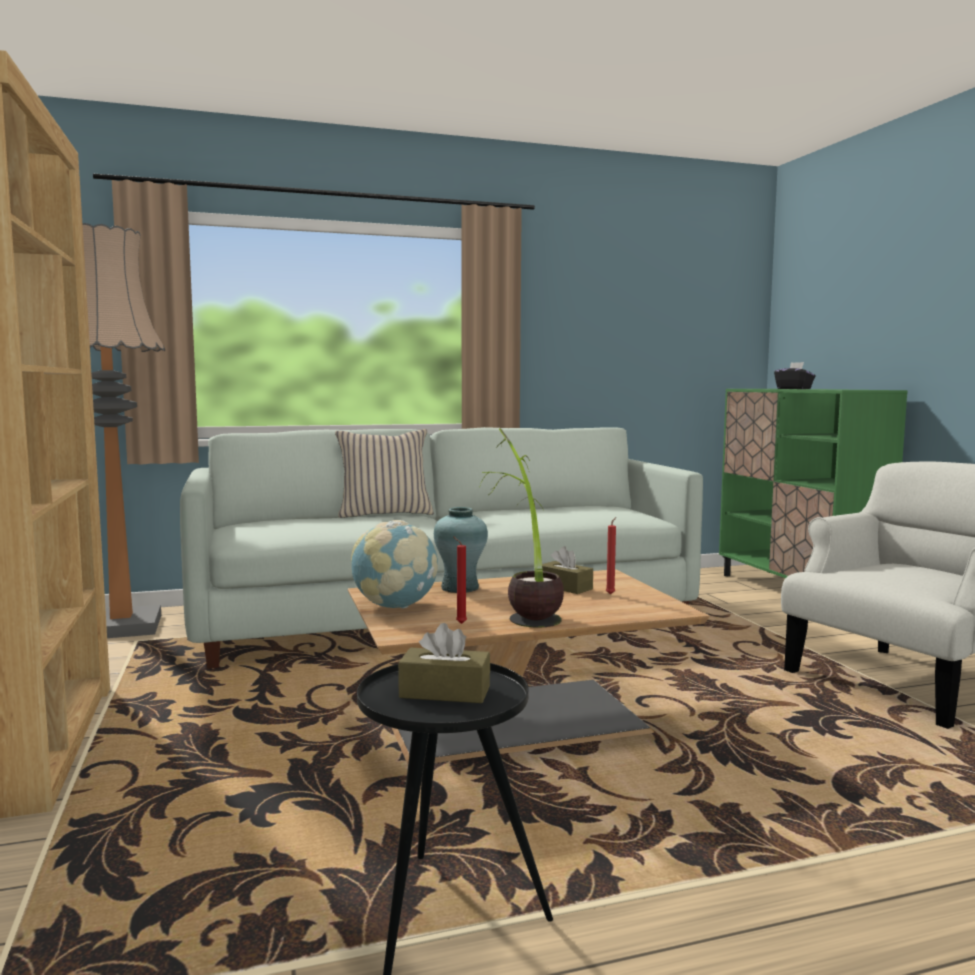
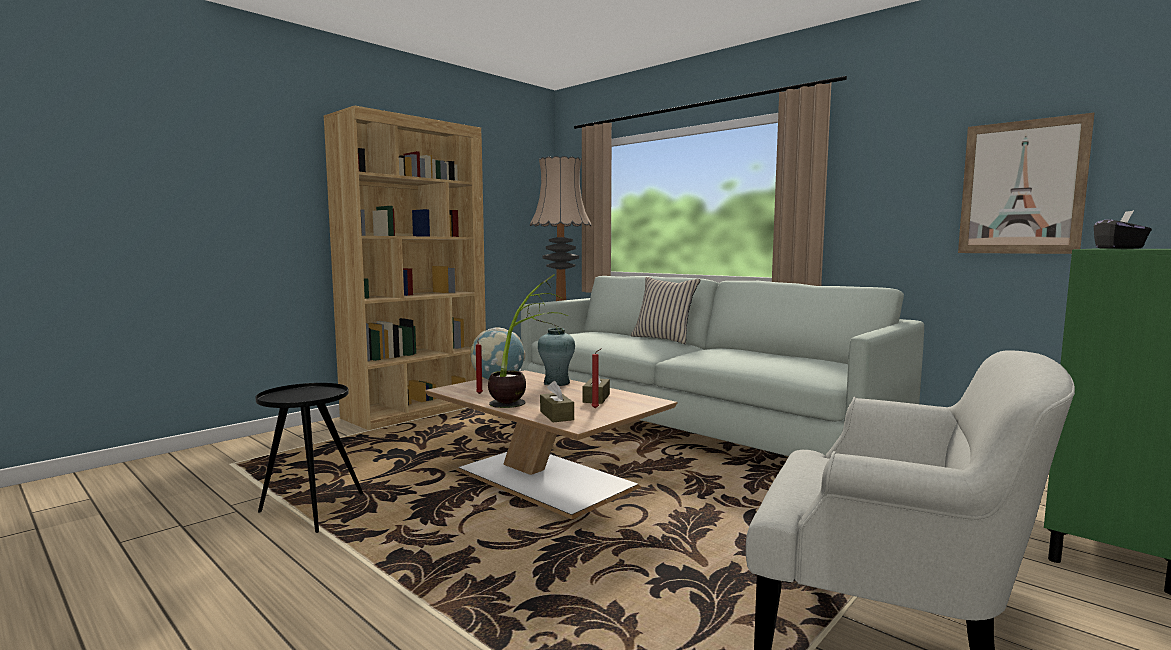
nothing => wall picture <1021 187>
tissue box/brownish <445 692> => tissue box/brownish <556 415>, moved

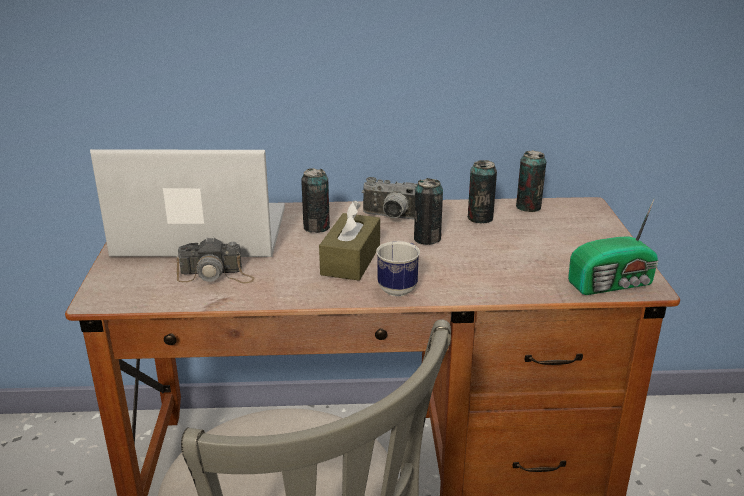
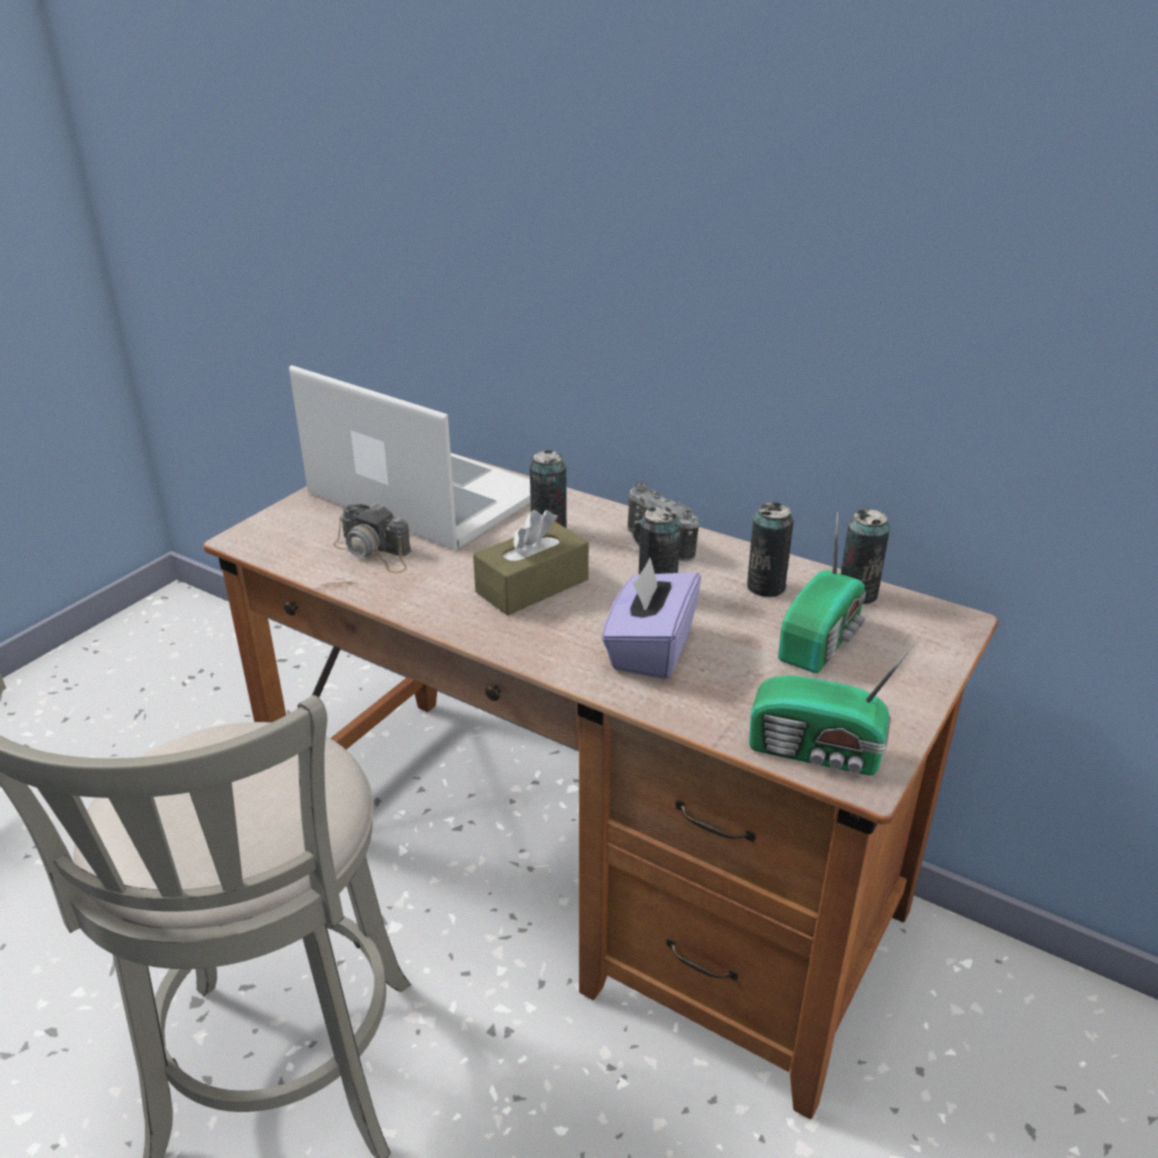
mug <400 287> => nothing
nothing => tissue box/purplish <650 649>
nothing => radio set <823 640>

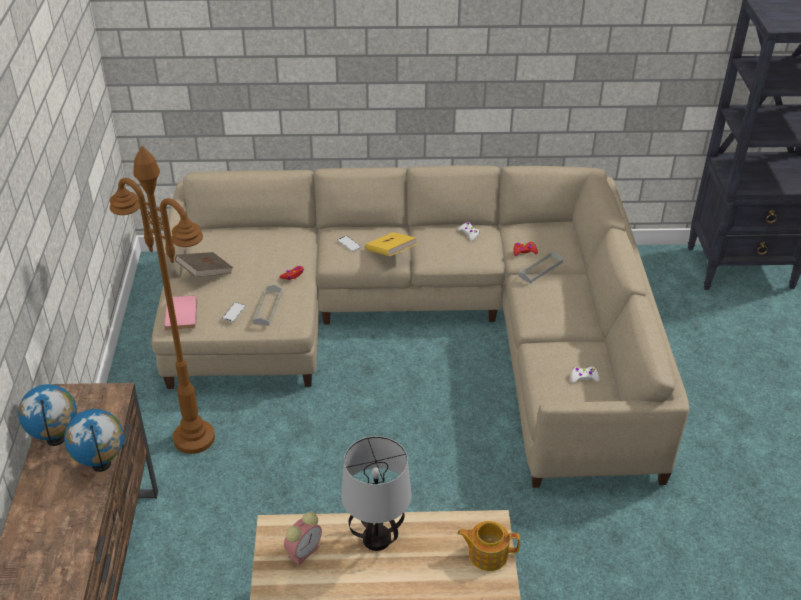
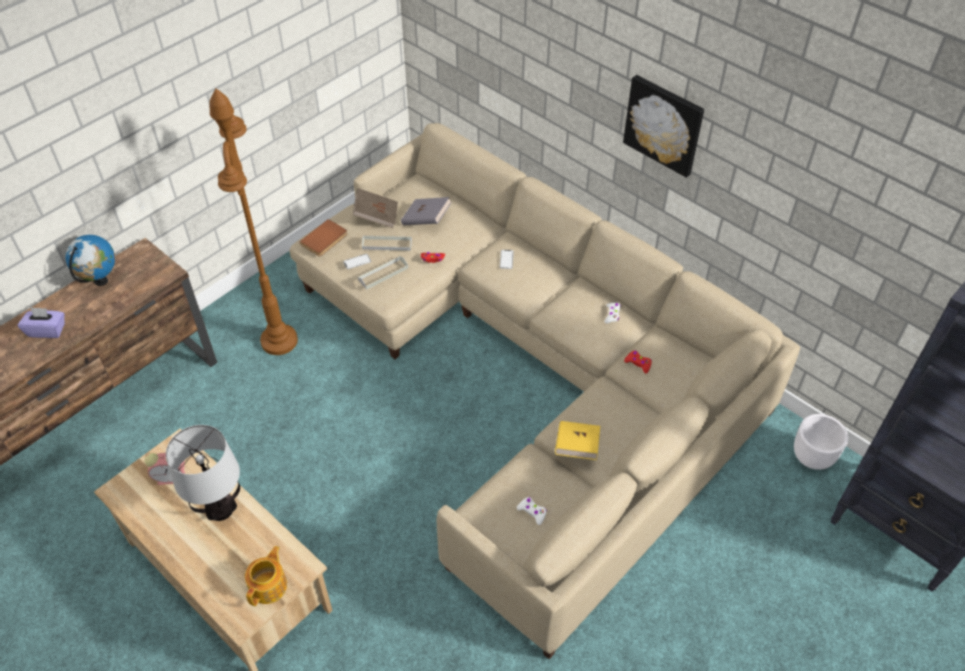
desk globe <102 465> => nothing
nothing => tissue box/purplish <47 330>
nothing => bound book/greyish <426 220>
nothing => wall picture <664 124>
nothing => flower pot/white-coloured <812 458>
bound book/yellow-coloured <390 253> => bound book/yellow-coloured <576 447>, moved
tray/greyish <540 269> => tray/greyish <387 244>, moved
bound book/pinkish <183 314> => bound book/brownish <325 240>
pot for tea <487 554> => pot for tea <269 586>, 60 degrees clockwise

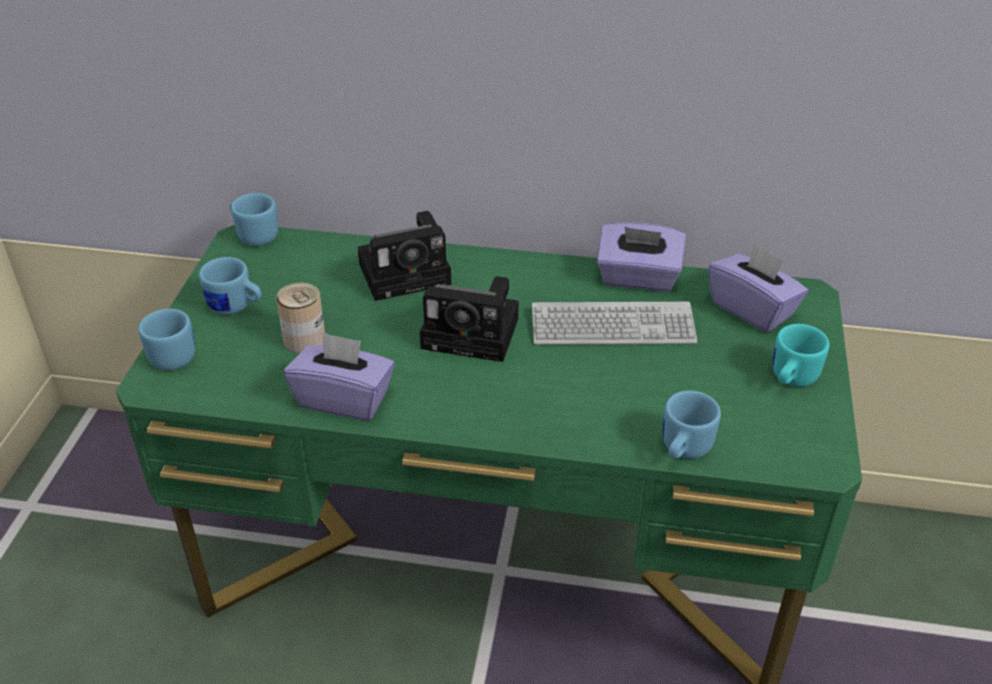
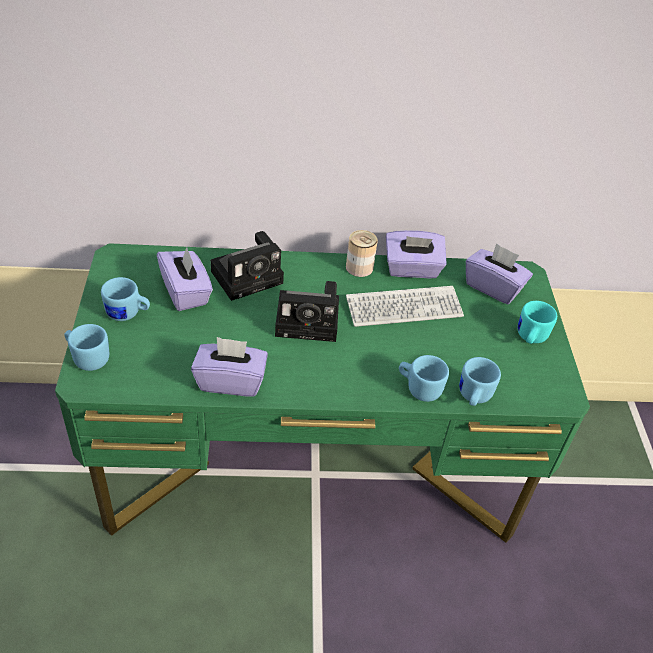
nothing => tissue box/purplish <186 292>
mug/blue <254 235> => mug/blue <419 388>, moved
can <304 339> => can <359 267>, moved

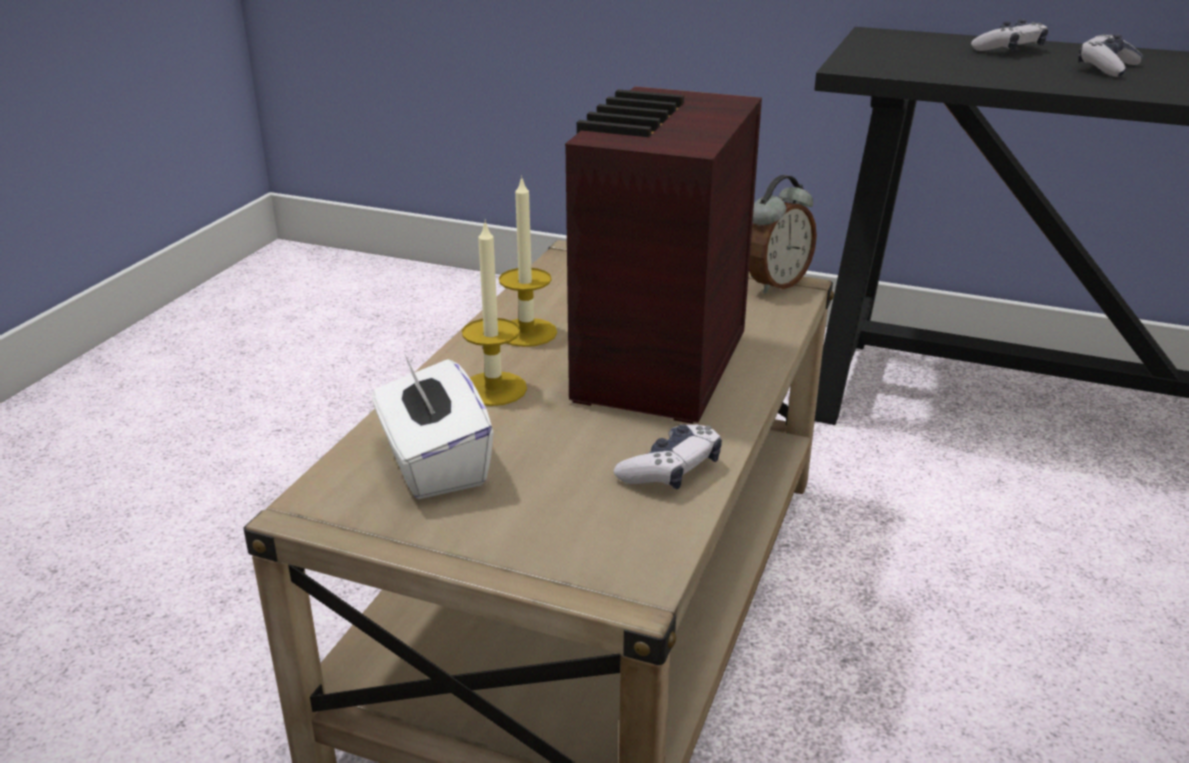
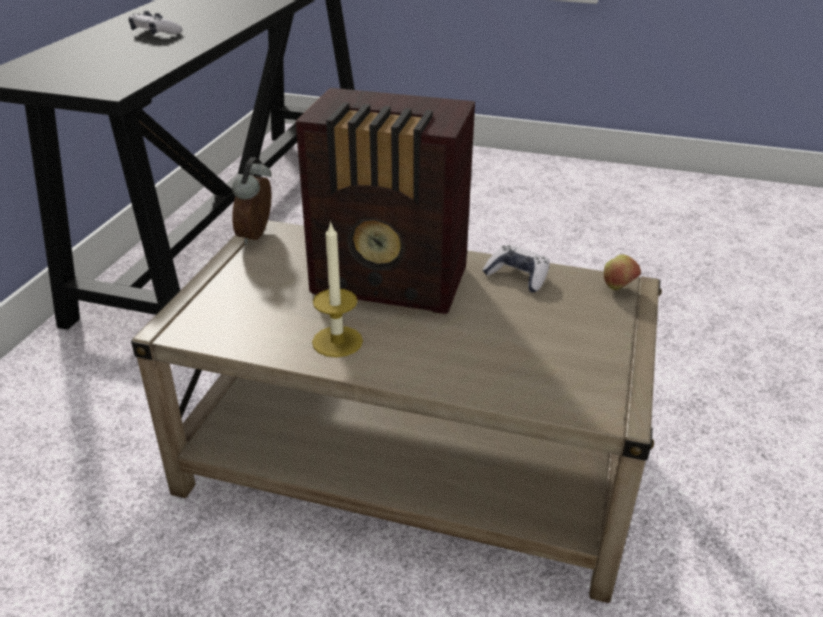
tissue box/white-coloured <433 464> => nothing
candle <493 389> => nothing
gamepad <1009 50> => nothing
nothing => whole apple <618 288>
alarm clock <775 283> => alarm clock <258 235>, 120 degrees counterclockwise

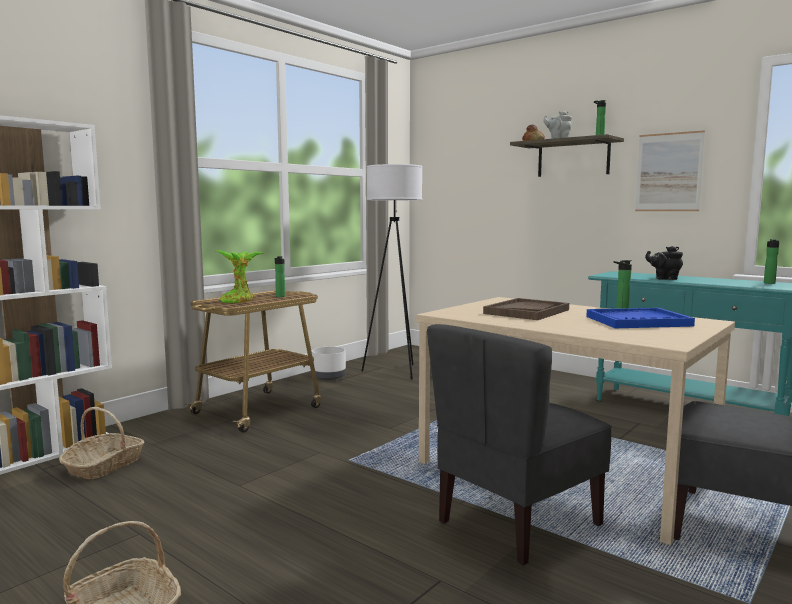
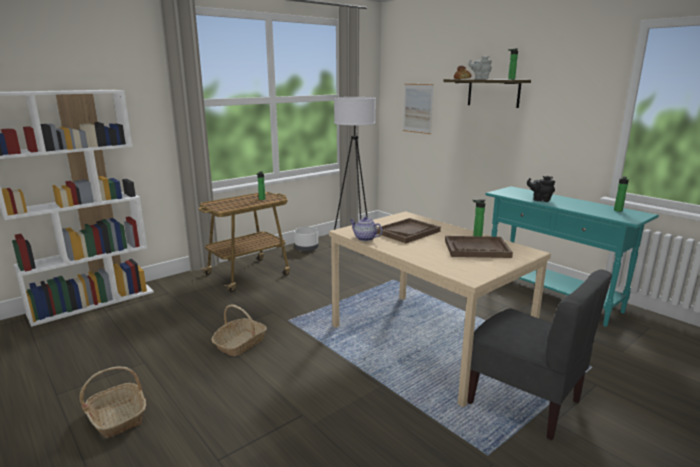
houseplant <238 300> => nothing
chair/greyish <517 523> => nothing
nothing => pot for tea <364 238>
storage basket <104 465> => storage basket <240 343>, moved
wall picture <668 172> => wall picture <417 108>, moved
tray/blue <637 321> => tray/brownish <476 249>

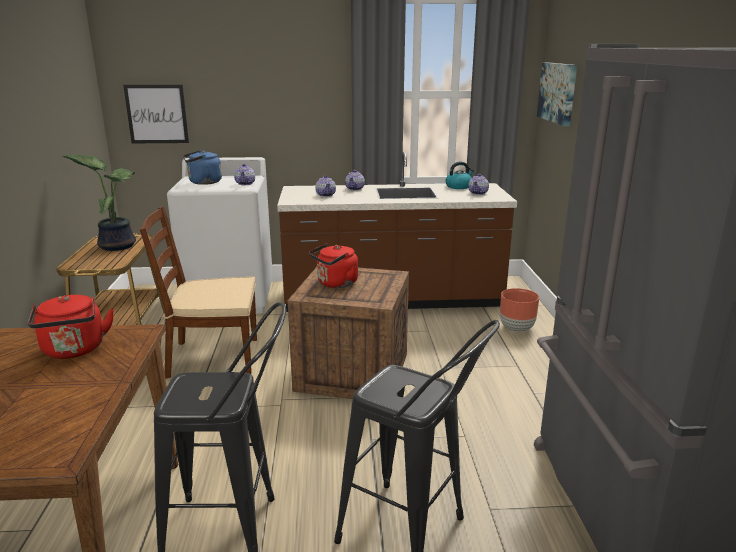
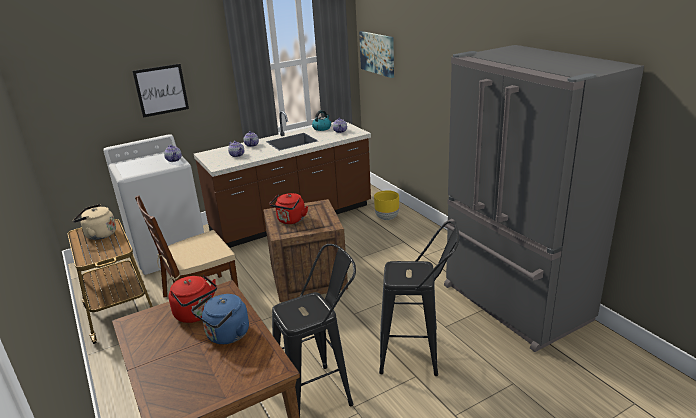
wall picture <157 114> => wall picture <161 90>, moved
water kettle/blue <203 182> => water kettle/blue <226 336>, moved
houseplant <116 245> => water kettle/beige-coloured <99 235>
flower pot/brownish <517 329> => flower pot/yellow-coloured <387 218>

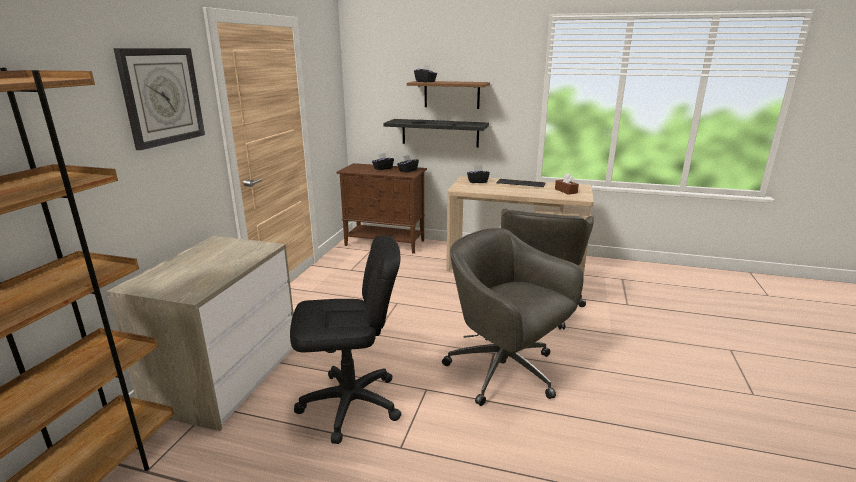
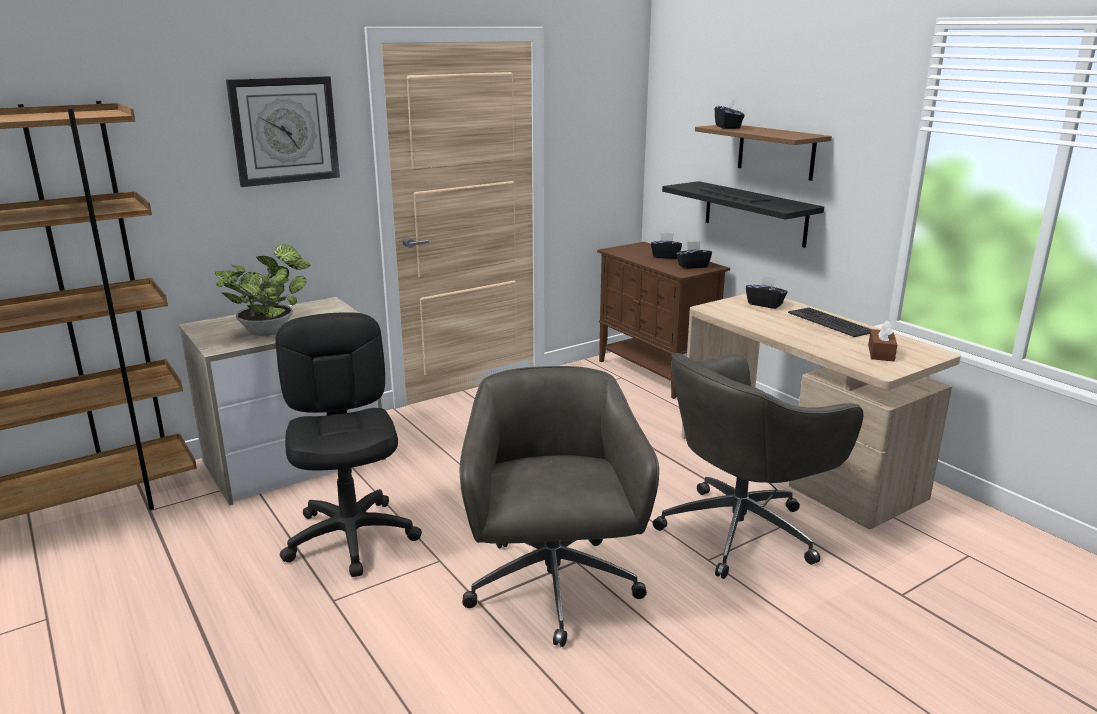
nothing => houseplant <270 331>
computer chair/black-coloured <351 404> => computer chair/black-coloured <351 537>, 135 degrees counterclockwise

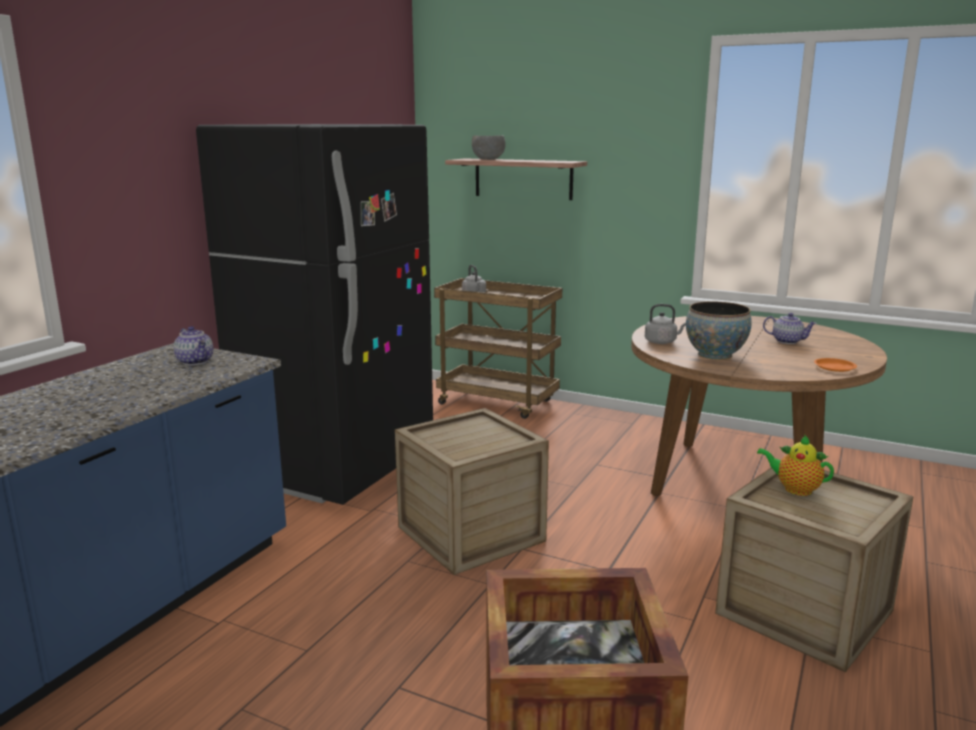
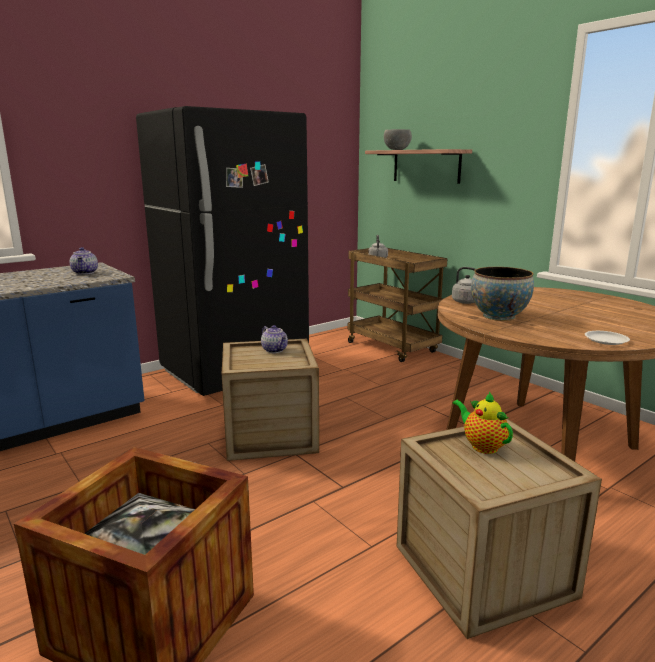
pot for tea <787 341> => pot for tea <275 350>, moved
plate/orange-coloured <834 367> => plate/white-coloured <606 340>

